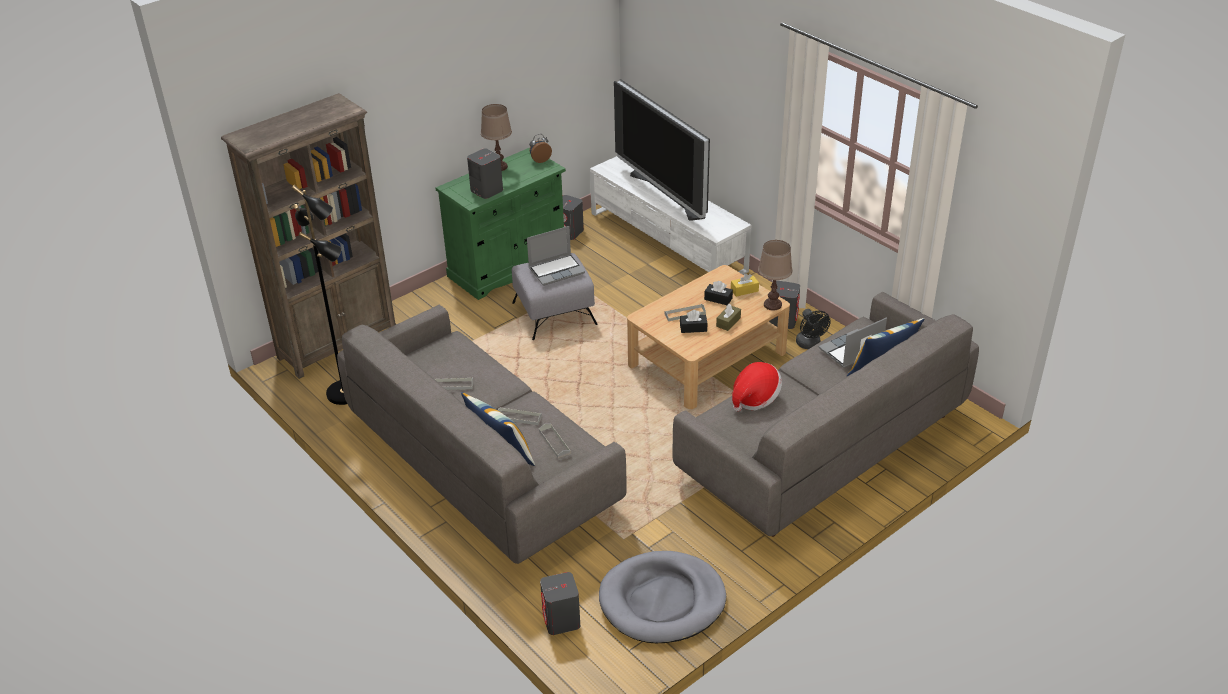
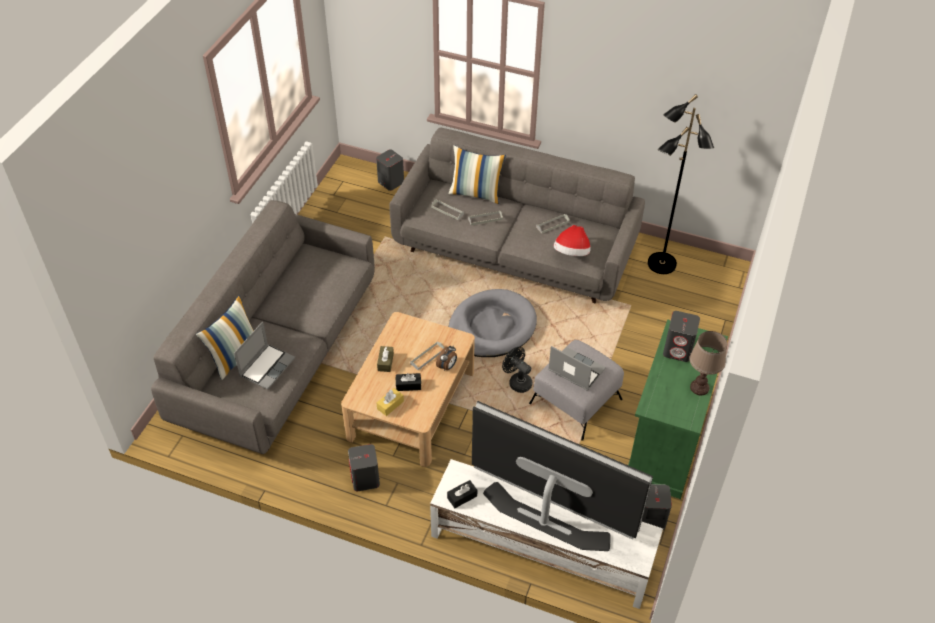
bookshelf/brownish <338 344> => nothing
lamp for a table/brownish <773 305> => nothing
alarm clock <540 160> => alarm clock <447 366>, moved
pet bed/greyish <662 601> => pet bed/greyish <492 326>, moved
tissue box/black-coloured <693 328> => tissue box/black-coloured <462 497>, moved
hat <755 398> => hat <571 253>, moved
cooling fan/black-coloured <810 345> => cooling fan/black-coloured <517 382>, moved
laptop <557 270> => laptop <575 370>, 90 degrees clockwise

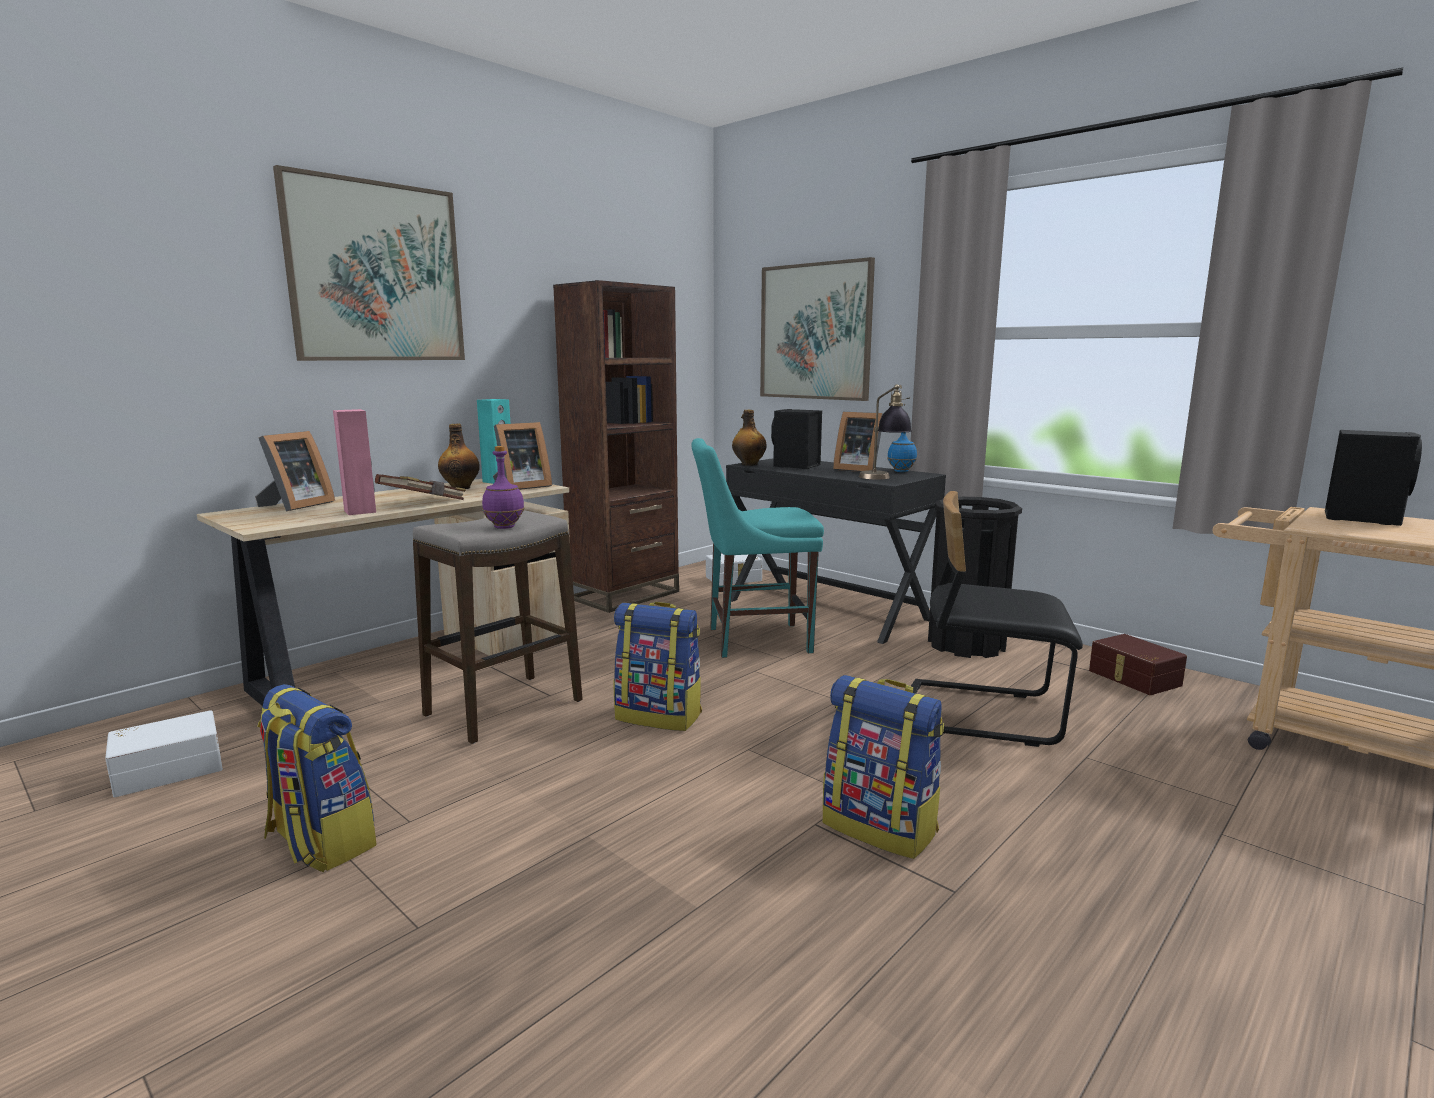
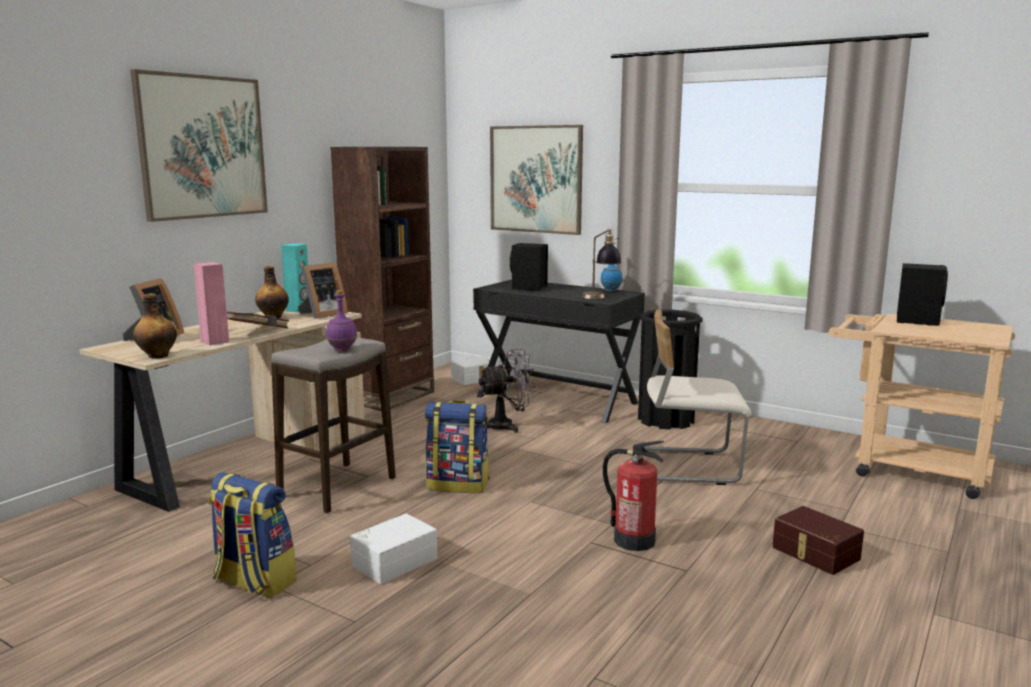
photo frame <857 469> => nothing
storage bin/white-coloured <168 769> => storage bin/white-coloured <393 561>, moved
bottle <749 464> => bottle <157 356>, moved
storage bin/brownish <1133 678> => storage bin/brownish <814 554>, moved
chair/turquoise-coloured <753 640> => cooling fan/greyish <507 426>
knapsack <881 827> => extinguisher <633 540>
chair/black-coloured <982 713> => chair/beige-coloured <685 466>

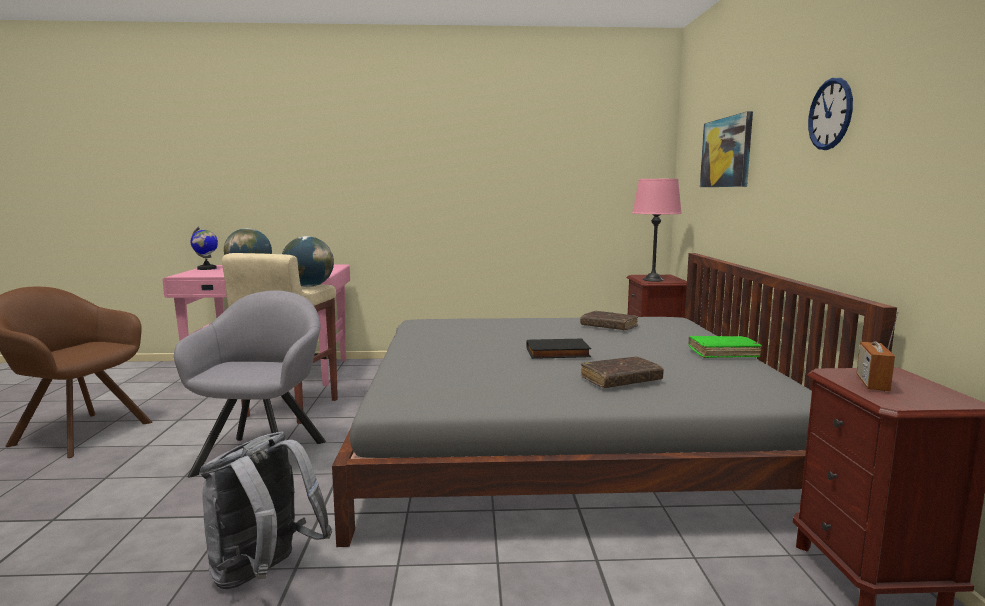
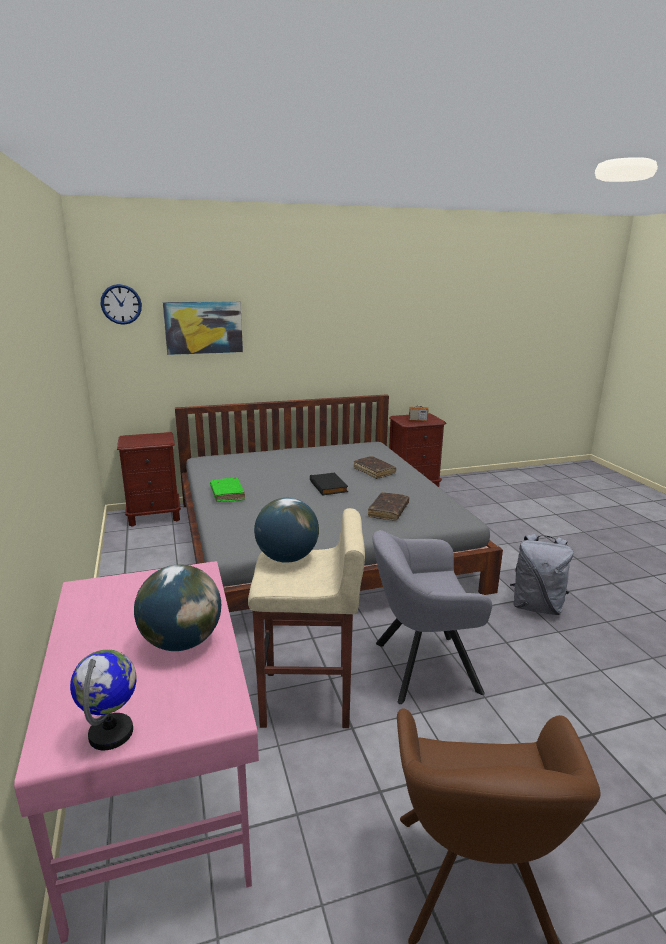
lamp for a table/pinkish <653 280> => nothing
bound book/brownish <609 326> => bound book/brownish <388 511>, moved
bound book/green <723 353> => bound book/green <227 494>, moved
clock on the wall <830 114> => clock on the wall <121 304>, moved

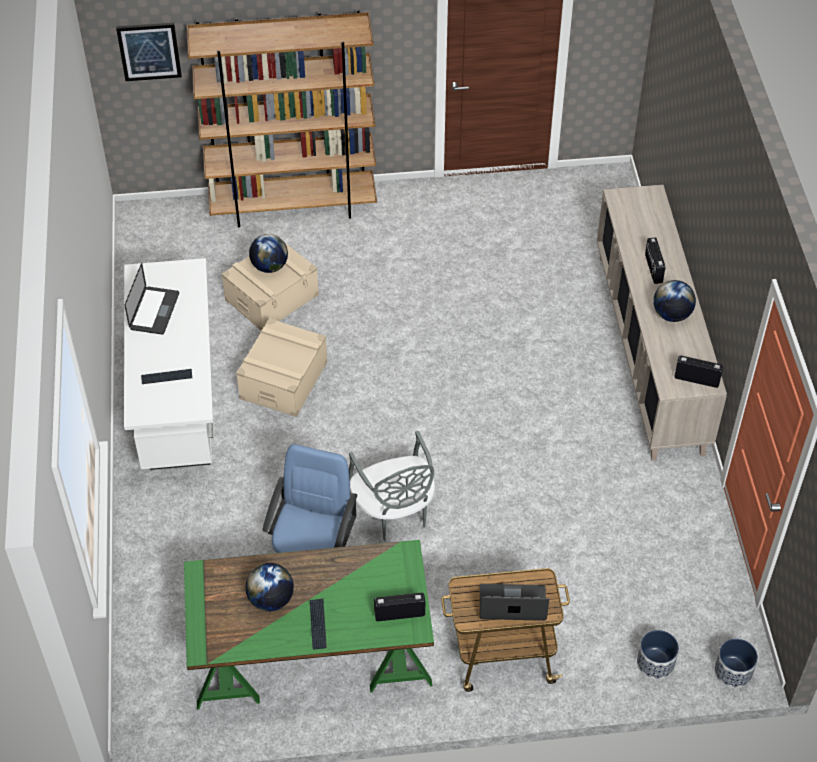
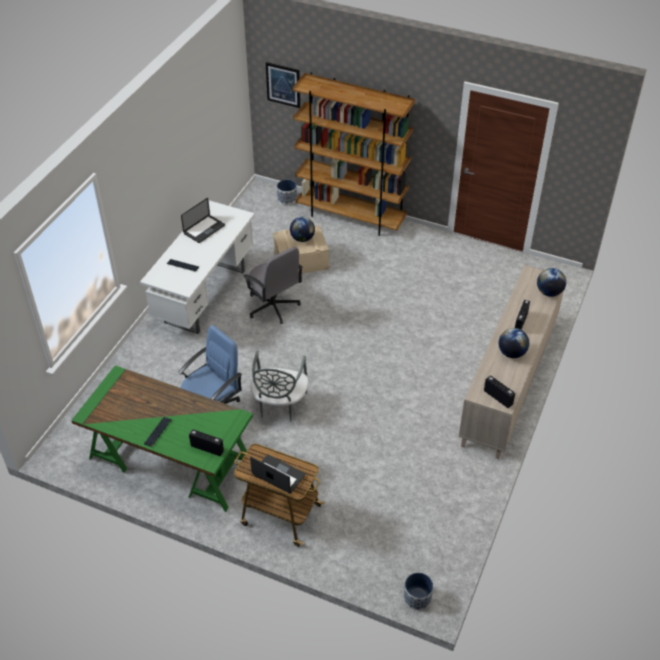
desk globe <271 599> => desk globe <549 292>, moved
flower pot <655 663> => flower pot <287 199>, moved
storage bin/beige-coloured <284 380> => computer chair/greyish <273 306>

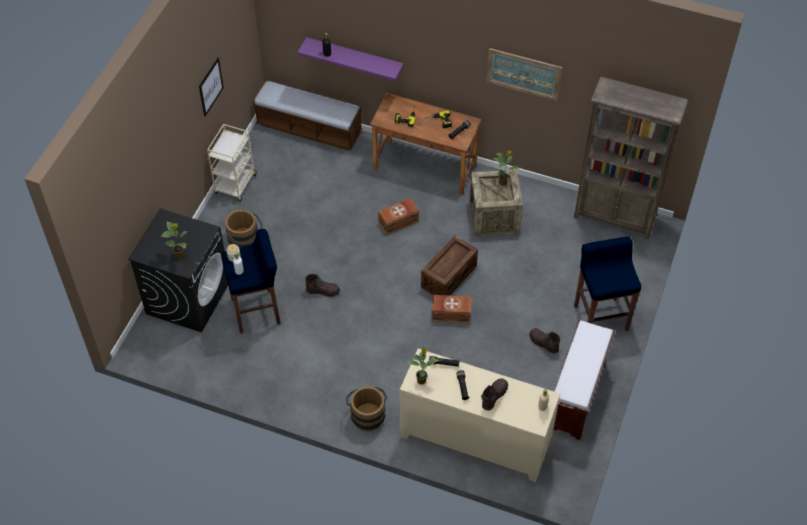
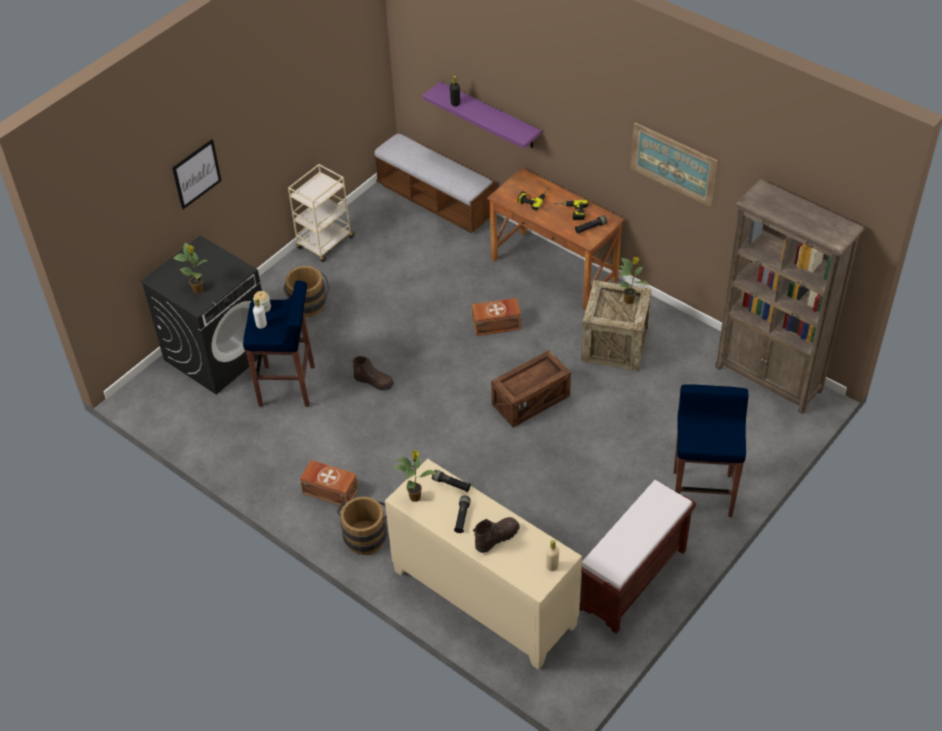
high-top boot/brownish <543 343> => nothing
wall picture <210 87> => wall picture <196 174>, moved
storage bin/brownish <450 314> => storage bin/brownish <330 490>, moved

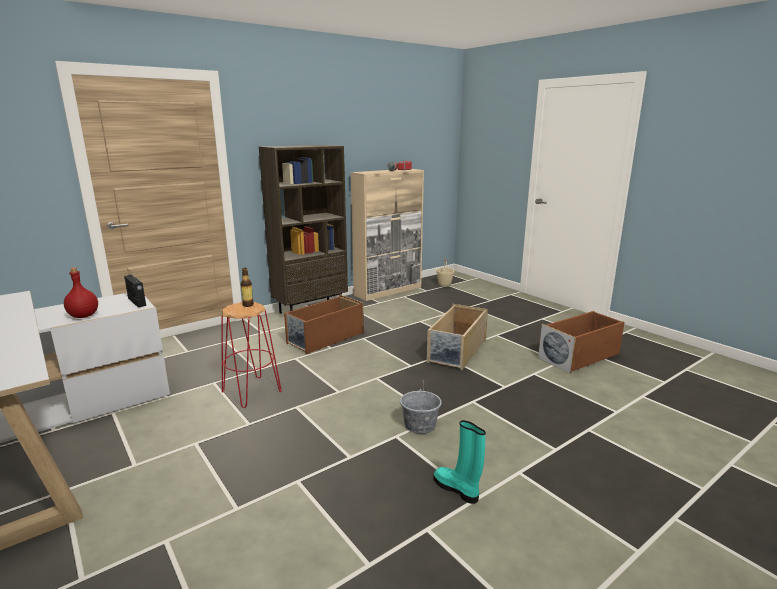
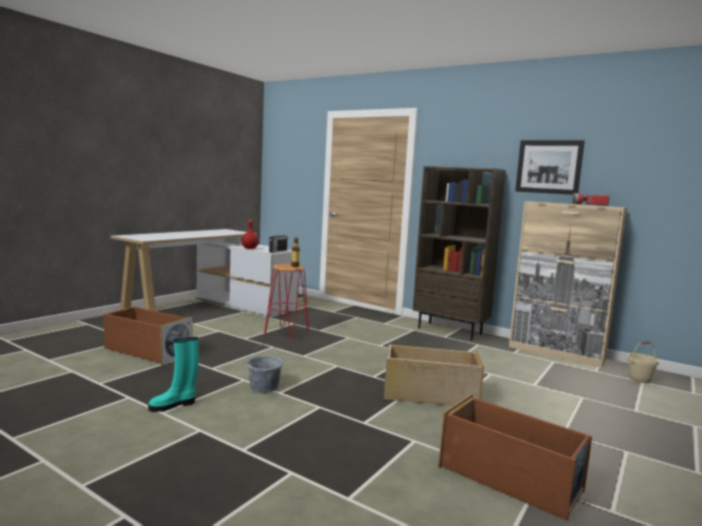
nothing => wall picture <548 167>
storage bin/brownish <325 338> => storage bin/brownish <147 351>, moved
high-top boot/turquoise-coloured <457 489> => high-top boot/turquoise-coloured <174 405>, 150 degrees counterclockwise

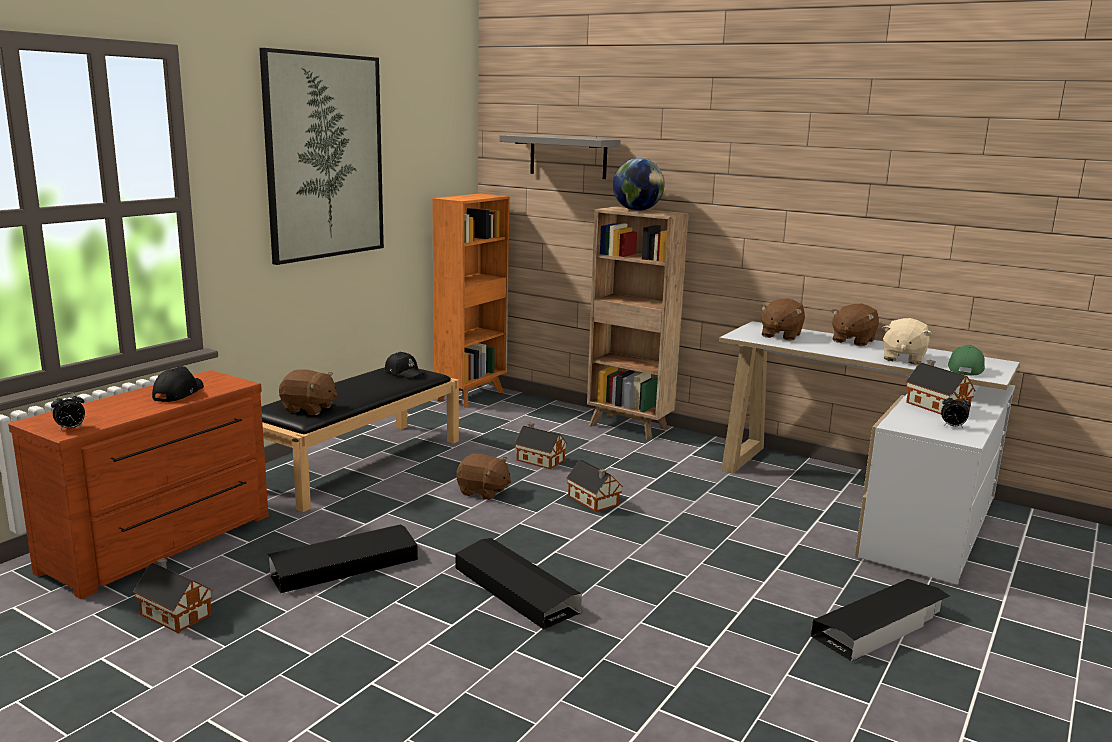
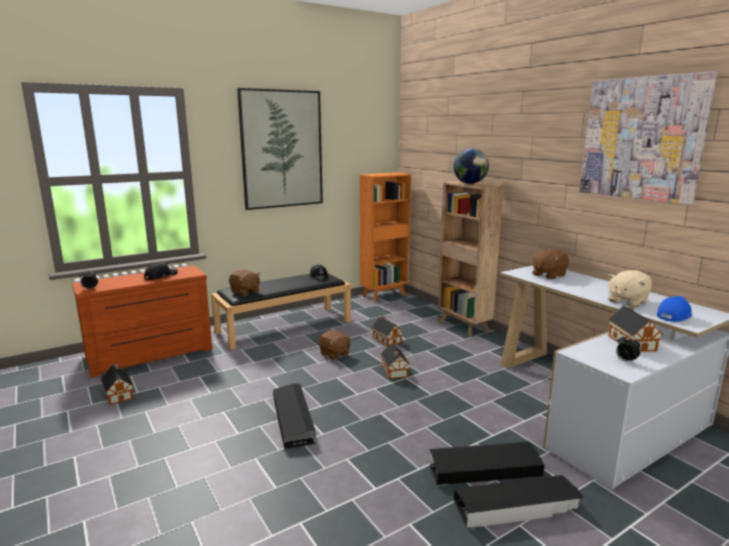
bracket shelf/greyish <568 156> => nothing
soft toy/brownish <852 341> => nothing
nothing => wall picture <642 138>
storage bin/black-coloured <343 566> => storage bin/black-coloured <484 469>, moved
peaked cap/green <965 369> => peaked cap/blue <673 315>

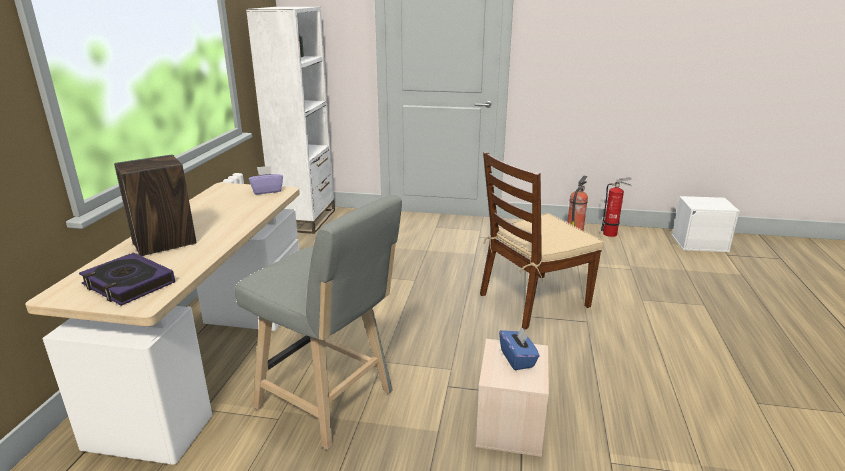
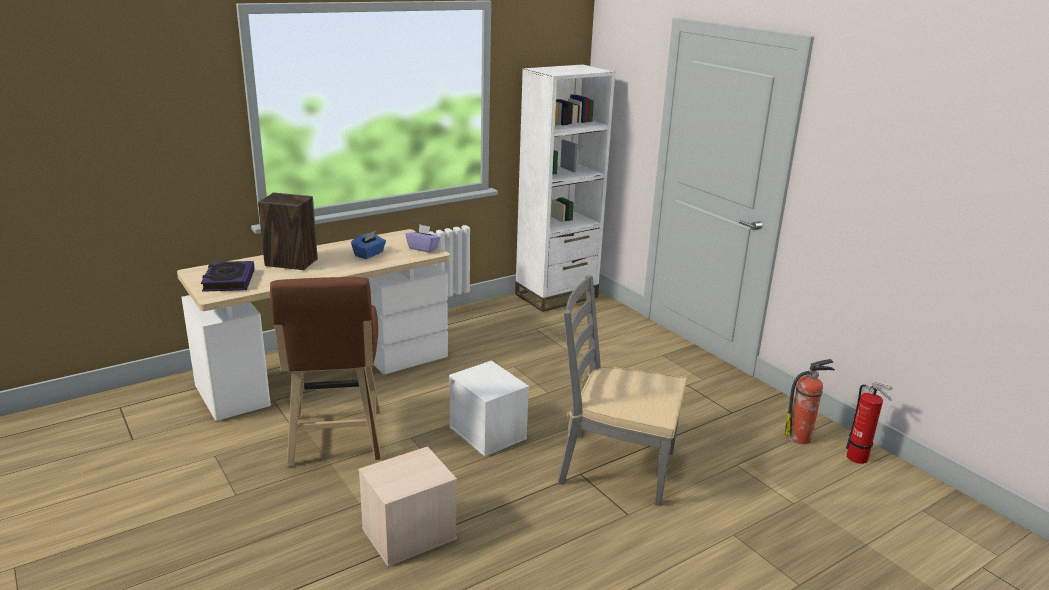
tissue box/blue <517 359> => tissue box/blue <369 254>, moved
storage bin/white-coloured <700 243> => storage bin/white-coloured <489 433>, moved
stool seat/greyish <330 403> => stool seat/brownish <335 441>
chair/brownish <533 300> => chair/greyish <615 467>

